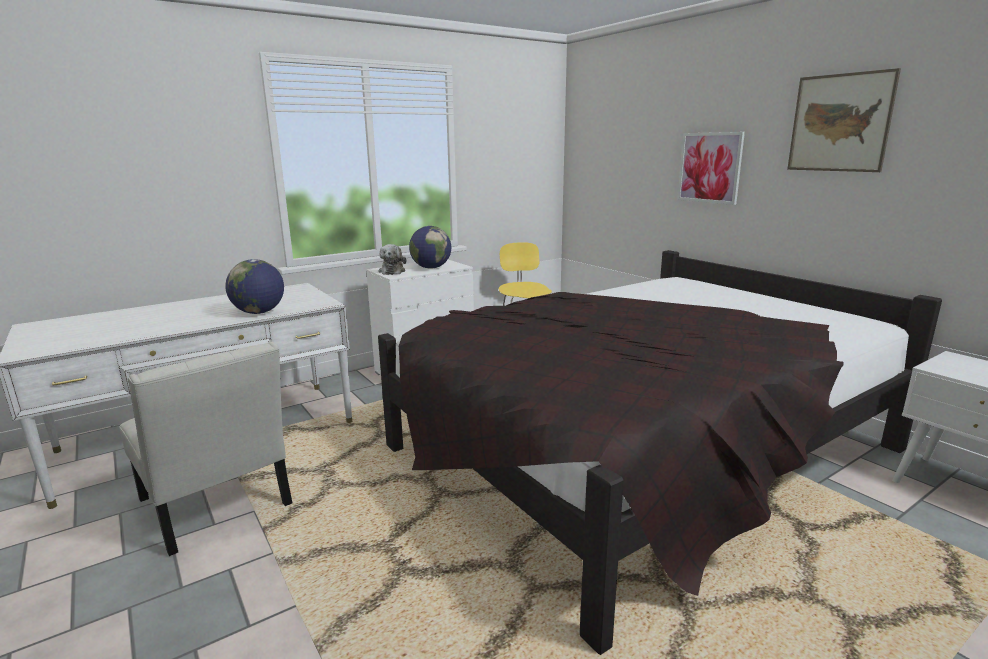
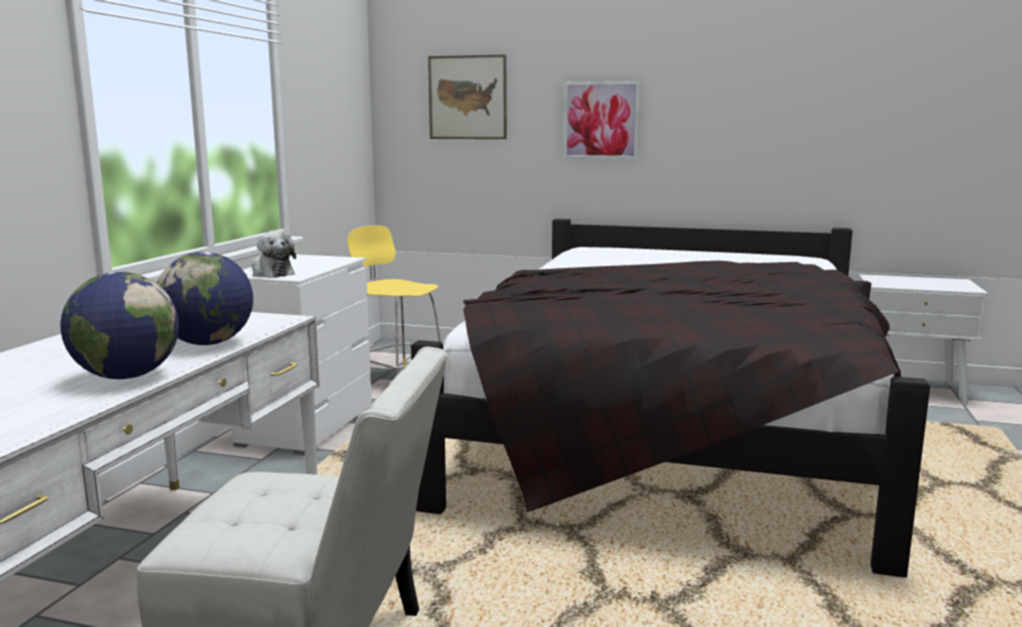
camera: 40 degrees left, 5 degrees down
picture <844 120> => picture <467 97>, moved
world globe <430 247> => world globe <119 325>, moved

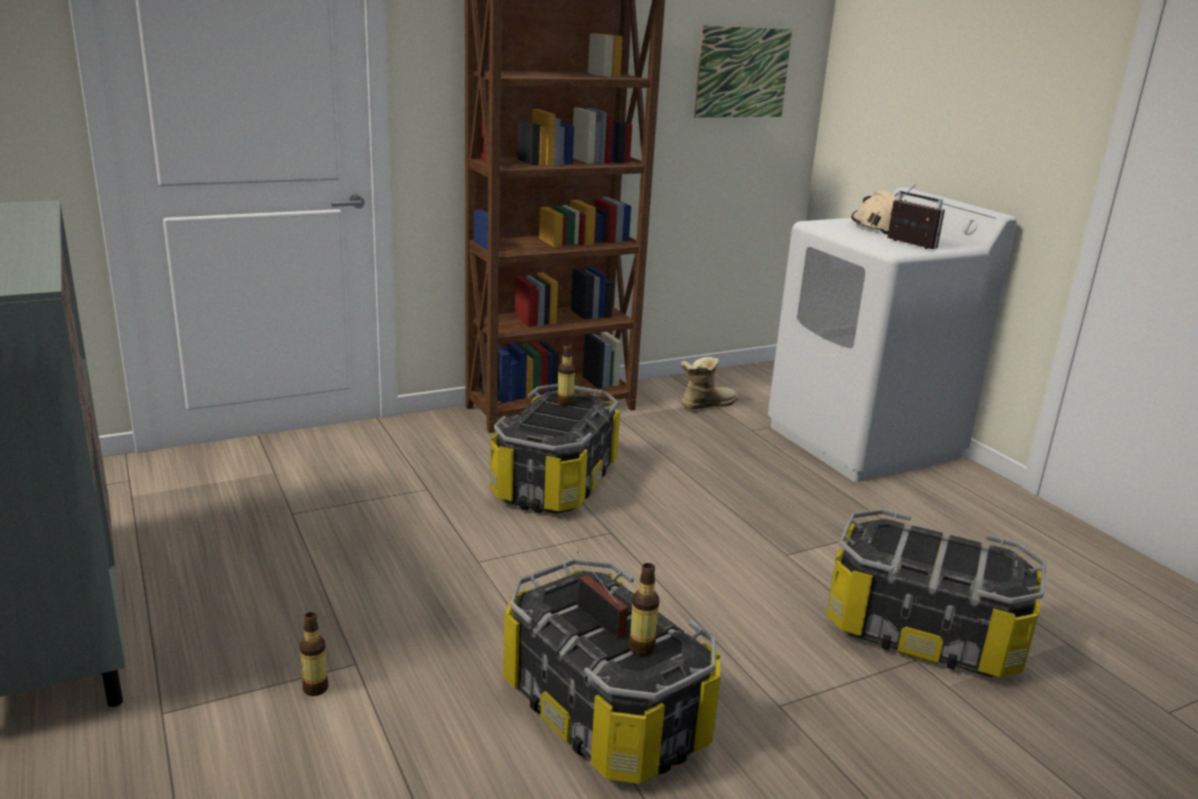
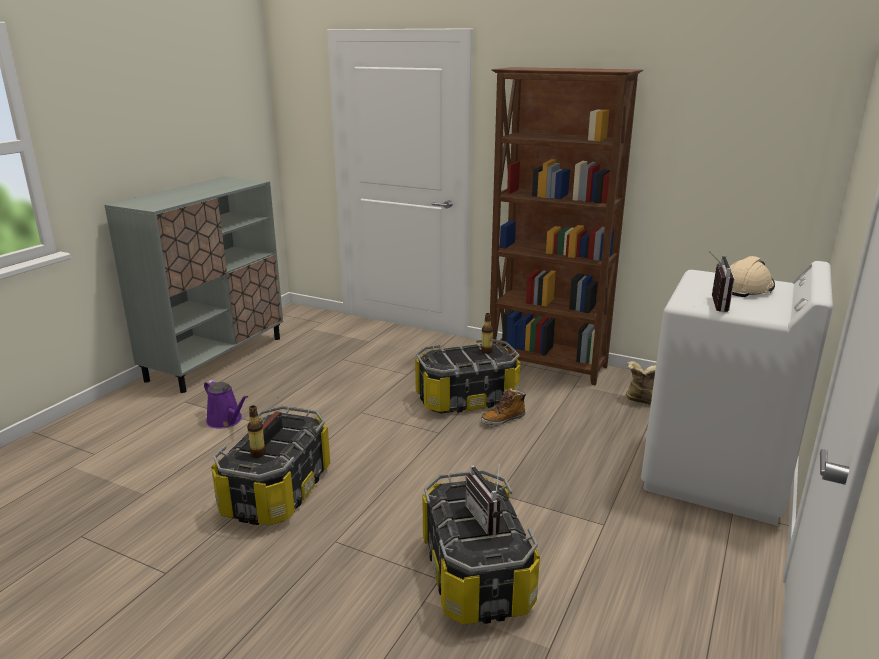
camera: 55 degrees right, 0 degrees up
picture <743 71> => nothing
beverage bottle <314 654> => watering can (purple) <226 404>
nothing => tall boot <503 407>
nothing => radio receiver <483 497>

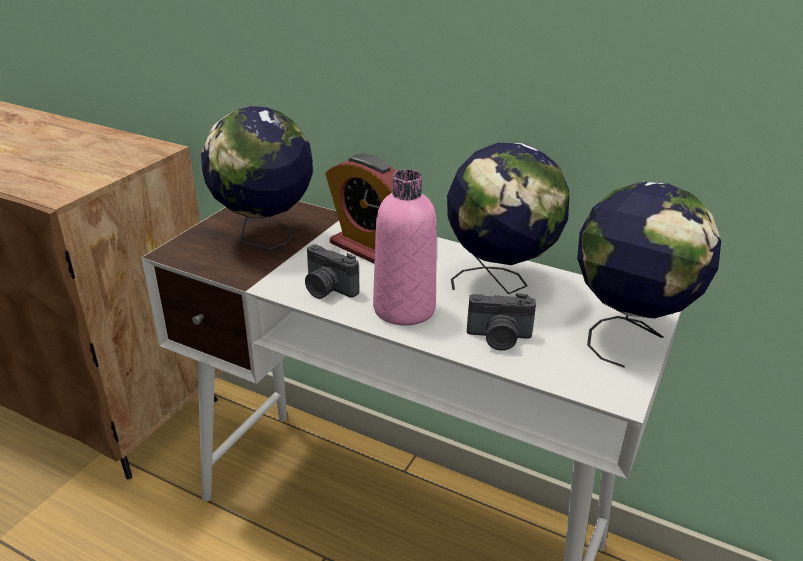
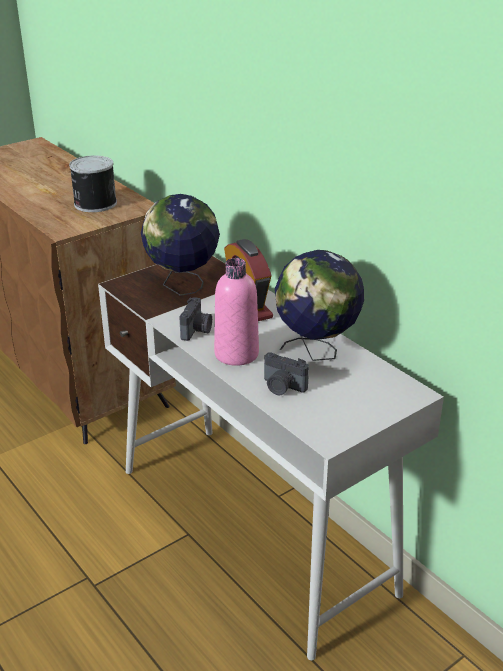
camera: 25 degrees right, 0 degrees up
world globe <649 275> => nothing
still camera <332 271> => still camera <195 319>, 135 degrees counterclockwise
nothing => sealed can <93 183>

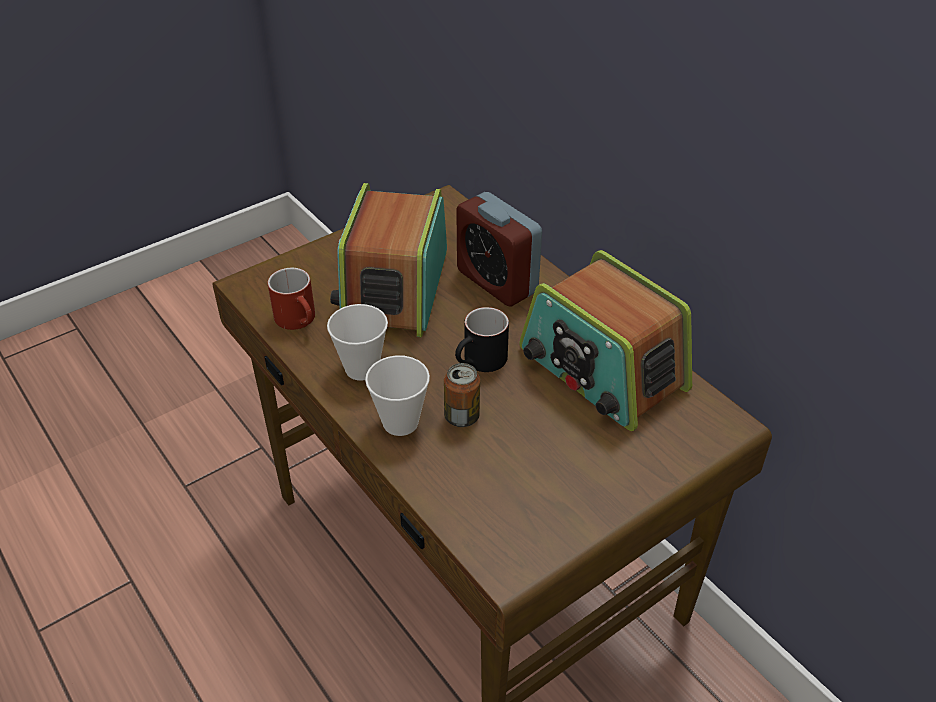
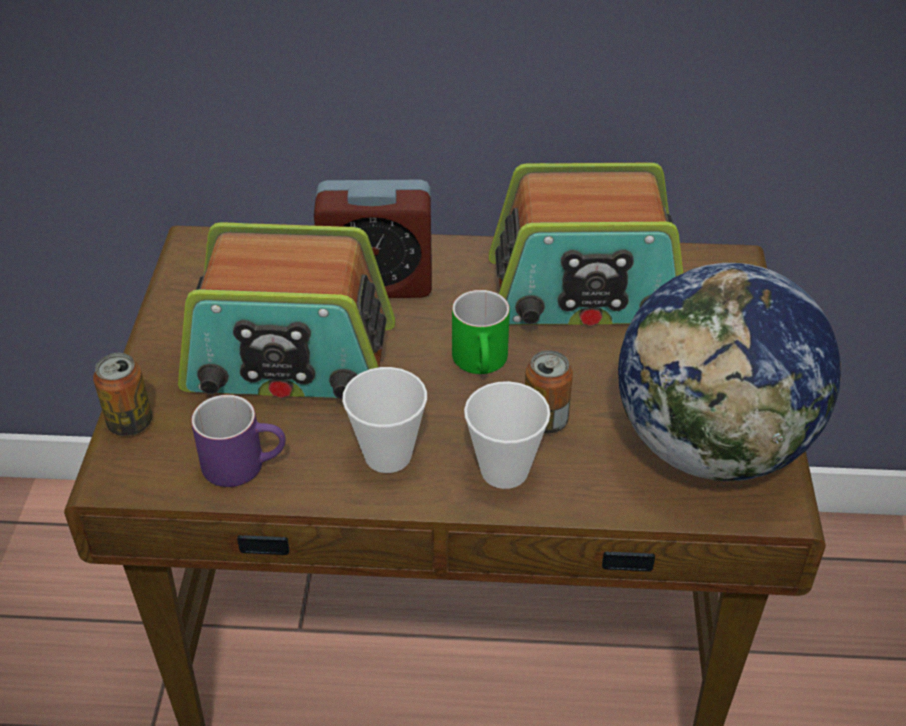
camera: 50 degrees left, 0 degrees up
radio receiver <388 260> => radio receiver <286 310>, 45 degrees counterclockwise
coffee mug (red-coloured) <291 299> => coffee mug (purple) <238 441>
coffee mug (blackish) <482 339> => coffee mug (green-coloured) <481 332>
nothing => world globe <729 372>
nothing => sealed can <122 394>

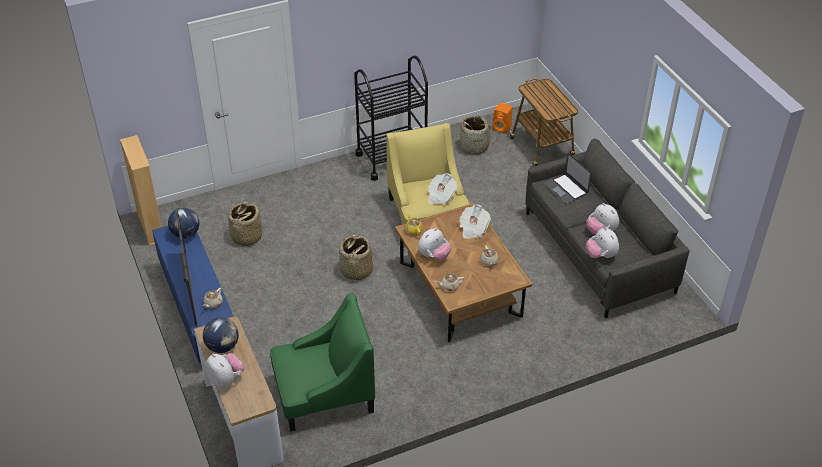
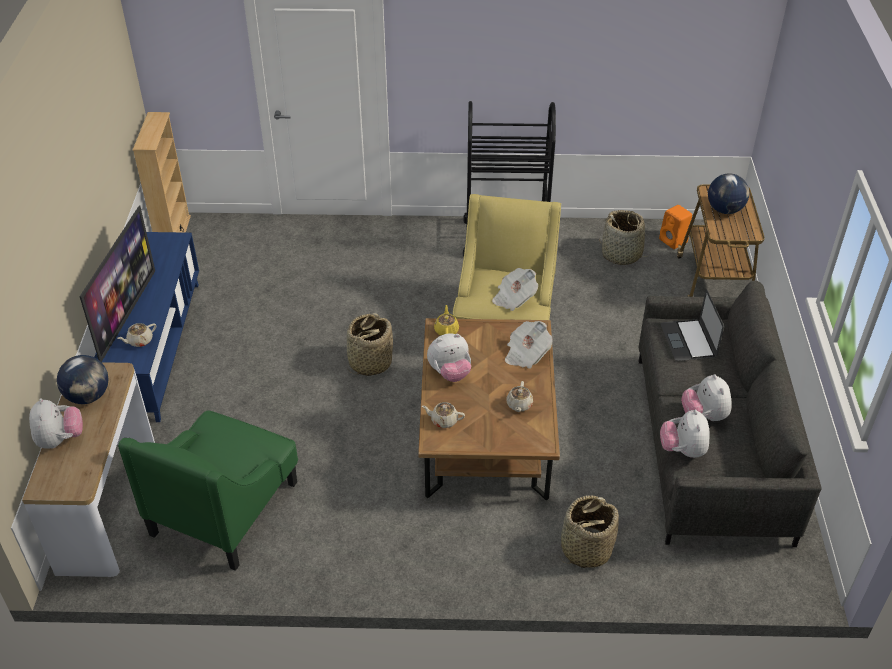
camera: 25 degrees right, 0 degrees up
storage basket <245 224> => storage basket <589 531>, moved
world globe <183 222> => world globe <728 193>, moved
easy chair (green-coloured) <322 362> => easy chair (green-coloured) <208 490>, 105 degrees clockwise

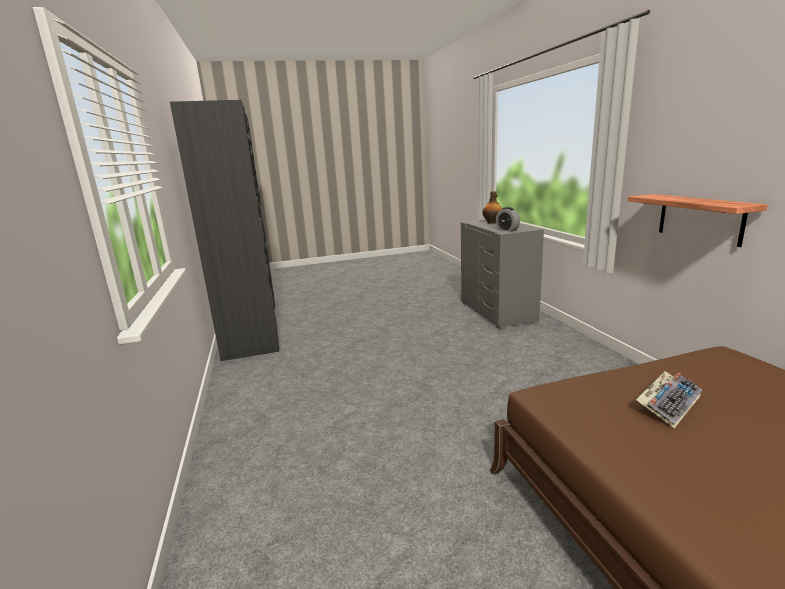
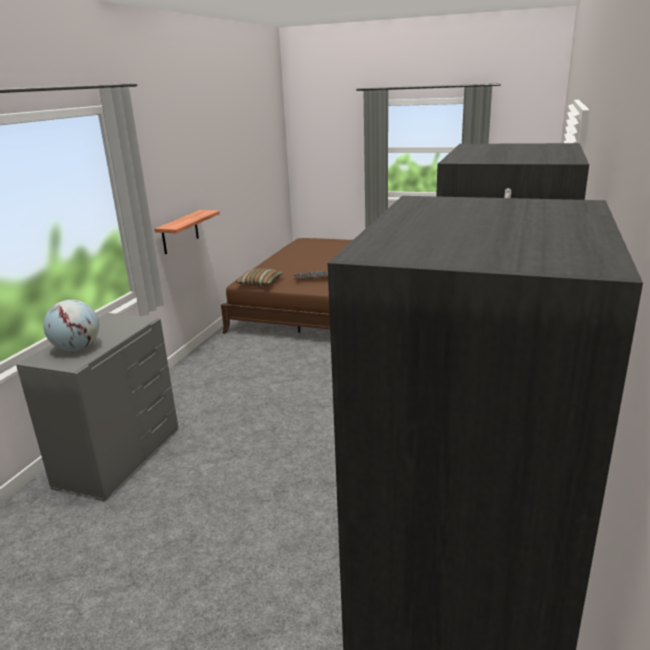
camera: 145 degrees left, 5 degrees up
beverage bottle <492 207> => world globe <71 325>
alarm clock <508 219> => nothing
nothing => pillow <259 277>

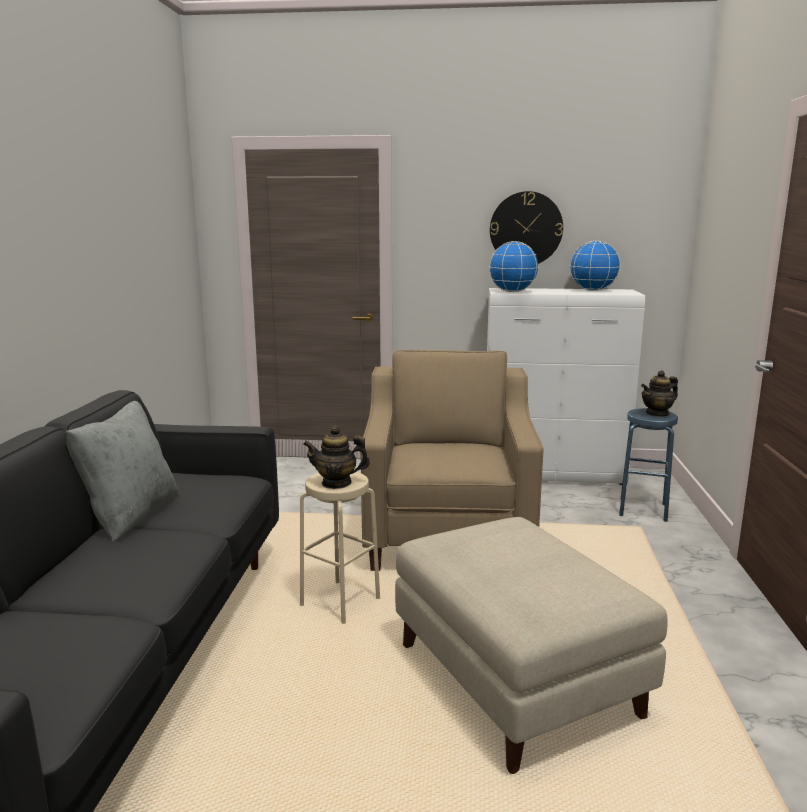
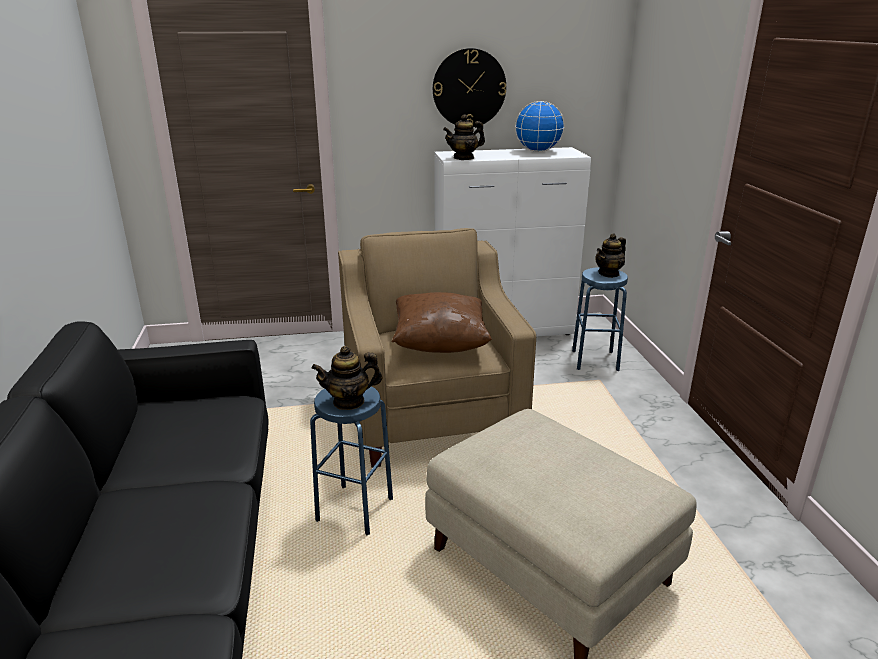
camera: 15 degrees left, 10 degrees up
world globe <514 266> => tea pot <464 137>
pillow (gray) <122 471> => nothing
stool (beige) <340 548> => stool (blue-coloured) <351 460>
nothing => pillow (brownish) <442 322>

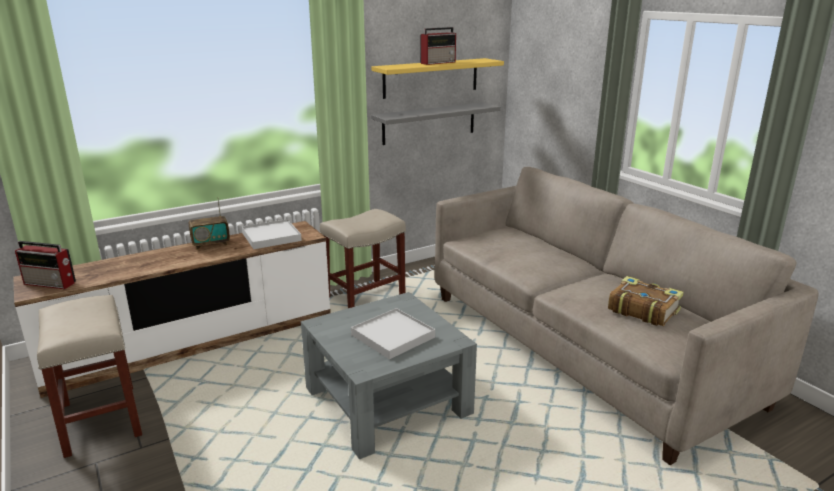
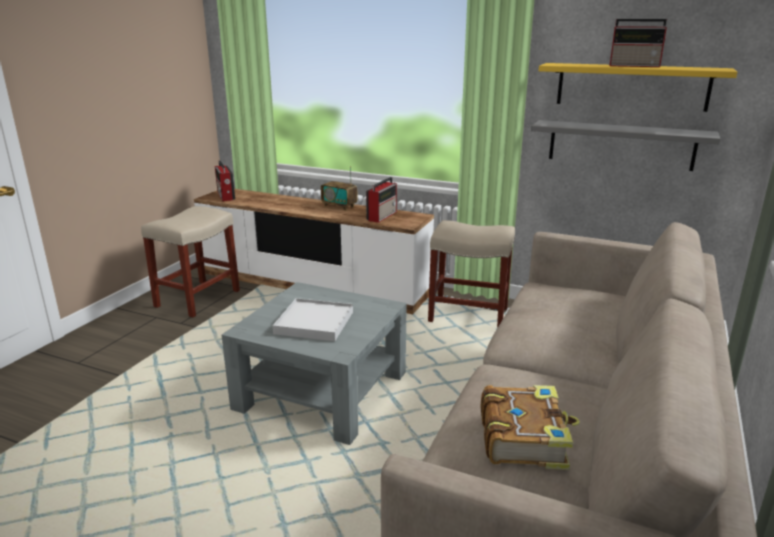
camera: 55 degrees right, 0 degrees up
carrying tray (whitish) <272 234> => radio receiver <381 200>

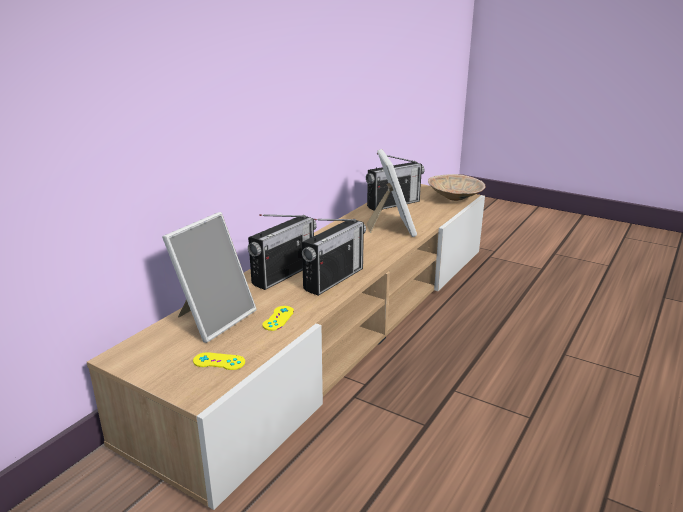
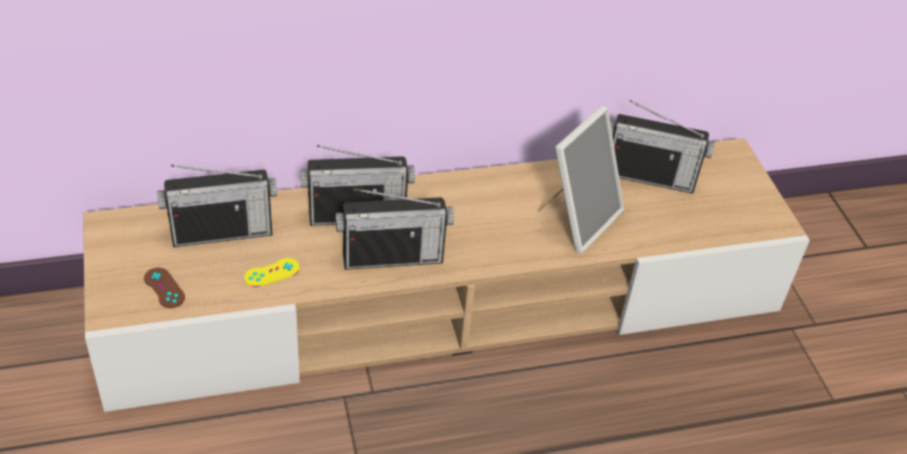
camera: 40 degrees right, 20 degrees up
serving bowl (beige) <457 187> => nothing
picture frame <209 277> => radio receiver <217 206>
joypad (yellowish) <219 361> => joypad (brownish) <164 288>

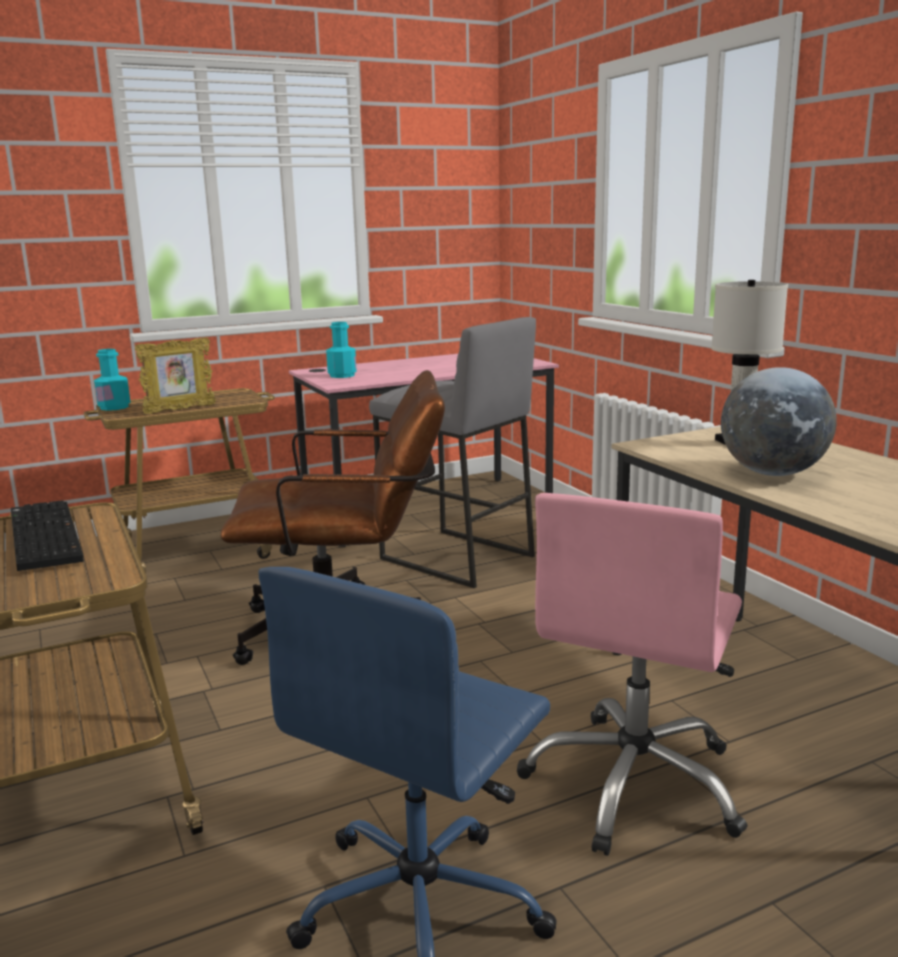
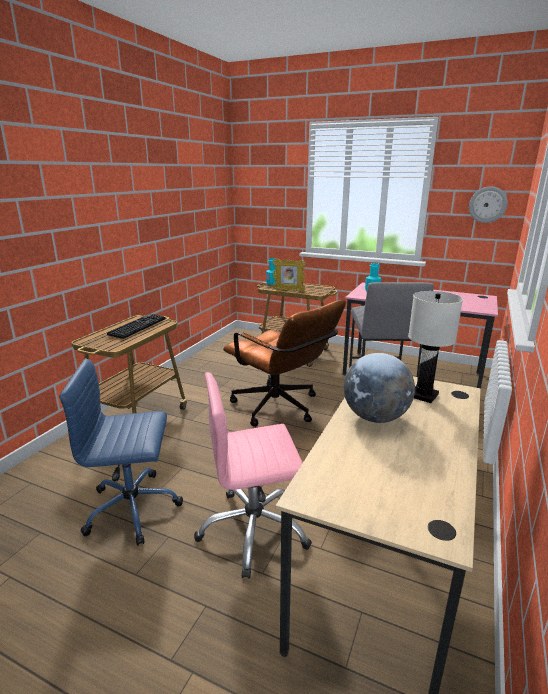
camera: 50 degrees right, 5 degrees up
nothing => wall clock <488 204>

